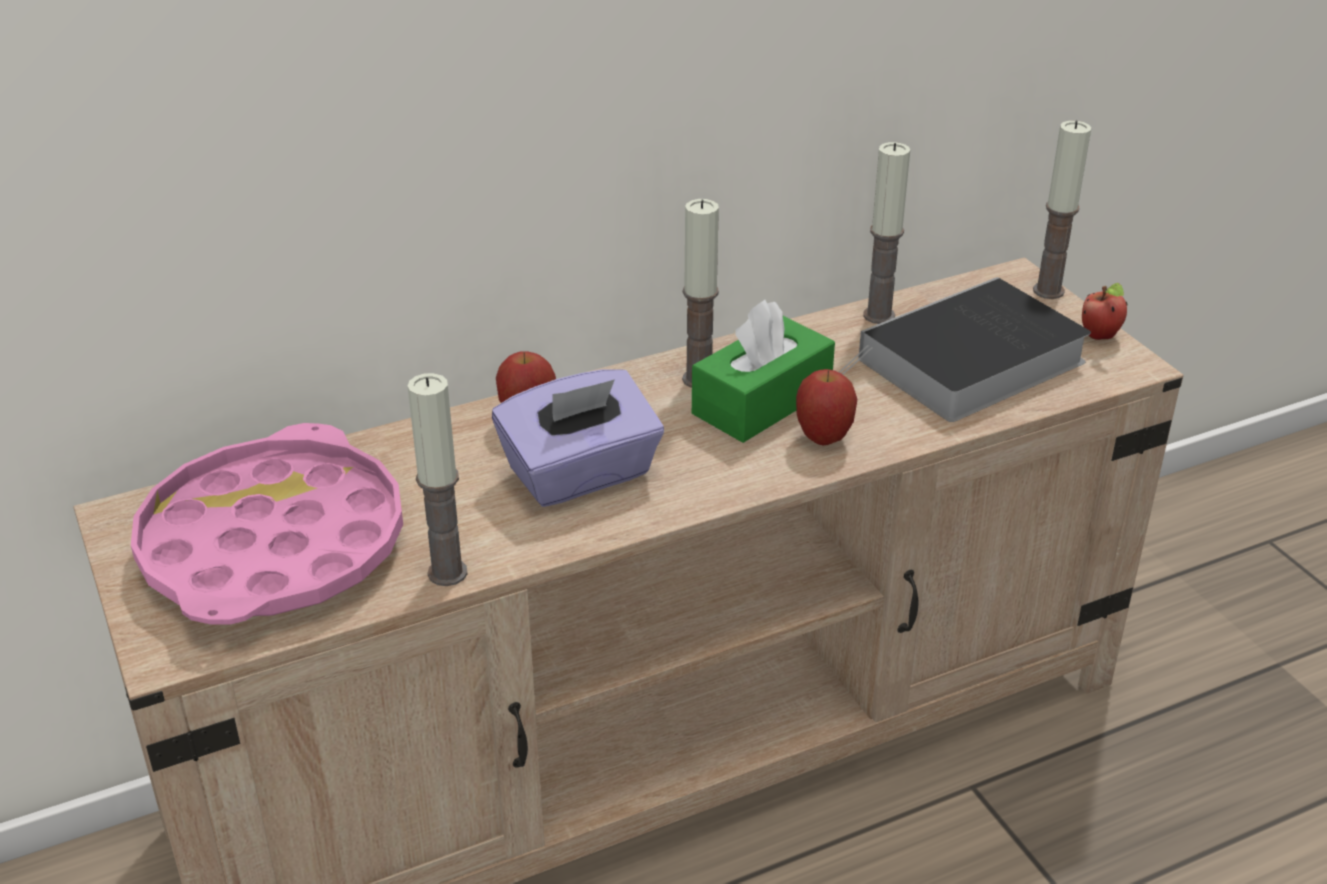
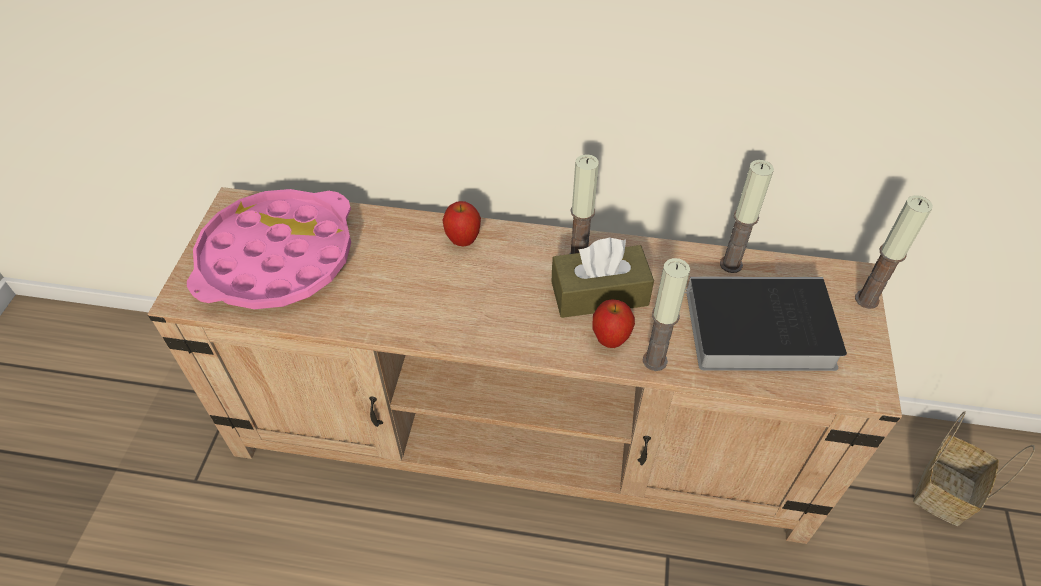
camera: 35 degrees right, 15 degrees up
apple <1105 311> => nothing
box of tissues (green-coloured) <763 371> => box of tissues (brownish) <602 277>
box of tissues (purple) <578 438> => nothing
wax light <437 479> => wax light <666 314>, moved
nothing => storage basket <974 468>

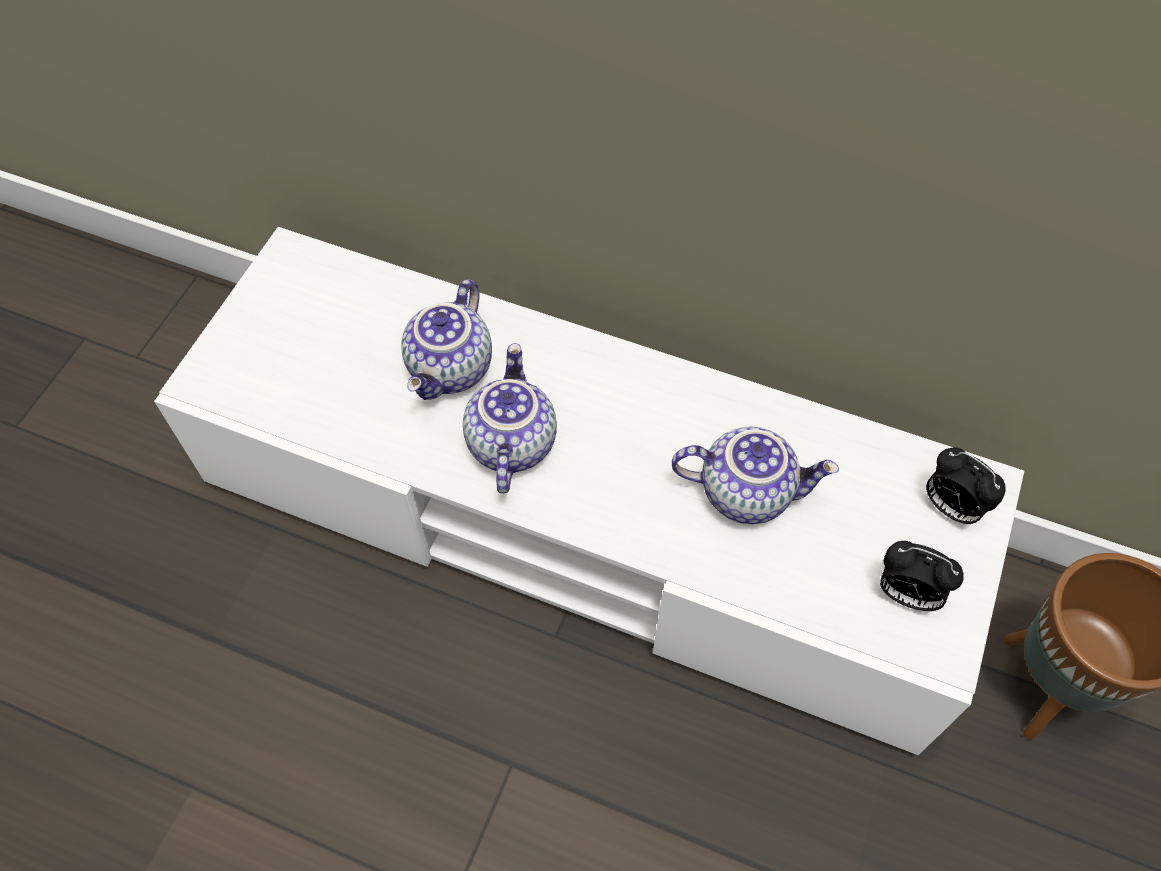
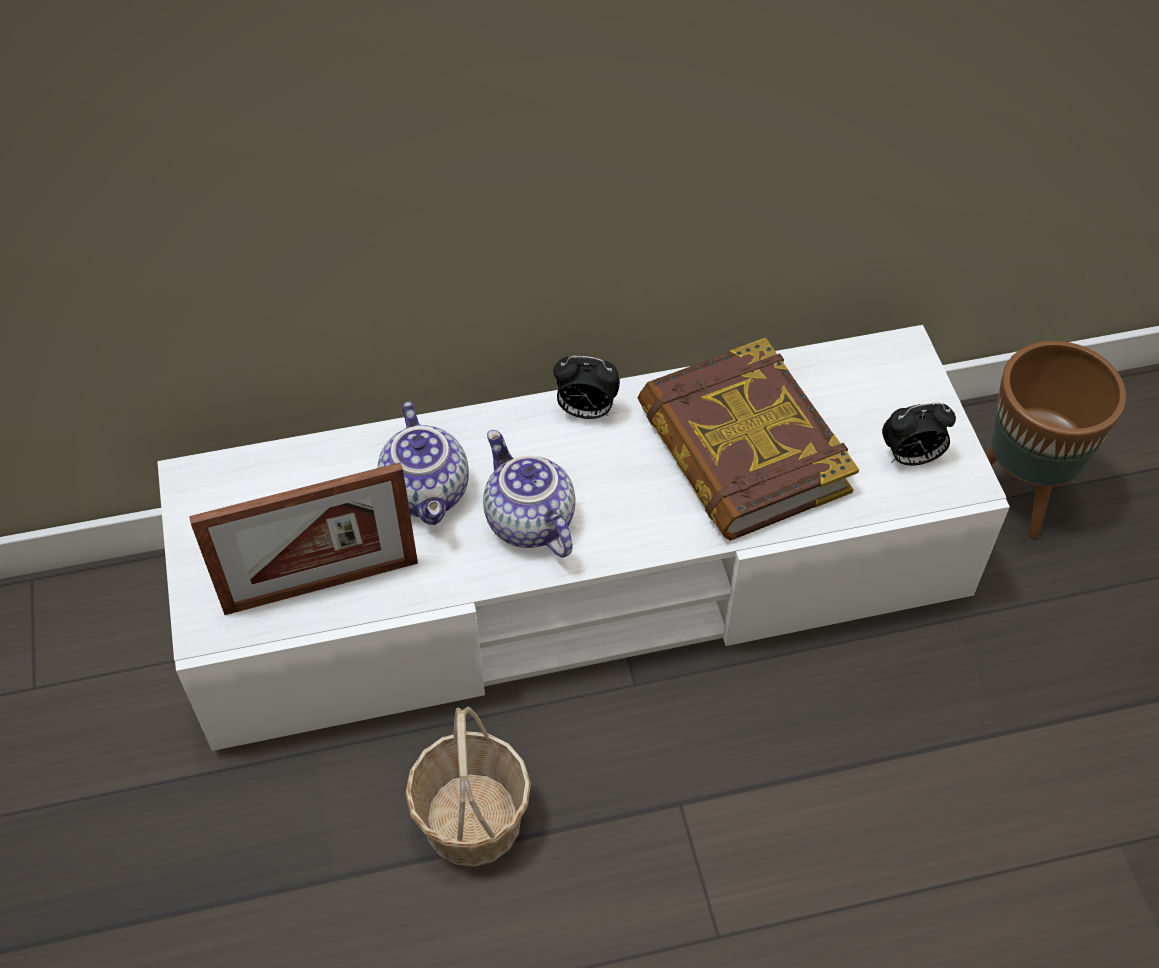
camera: 35 degrees left, 5 degrees down
tea pot <755 475> => volume <748 439>
alarm clock <966 486> => alarm clock <586 387>, moved
nothing => picture frame <303 538>
nothing => storage basket <468 787>

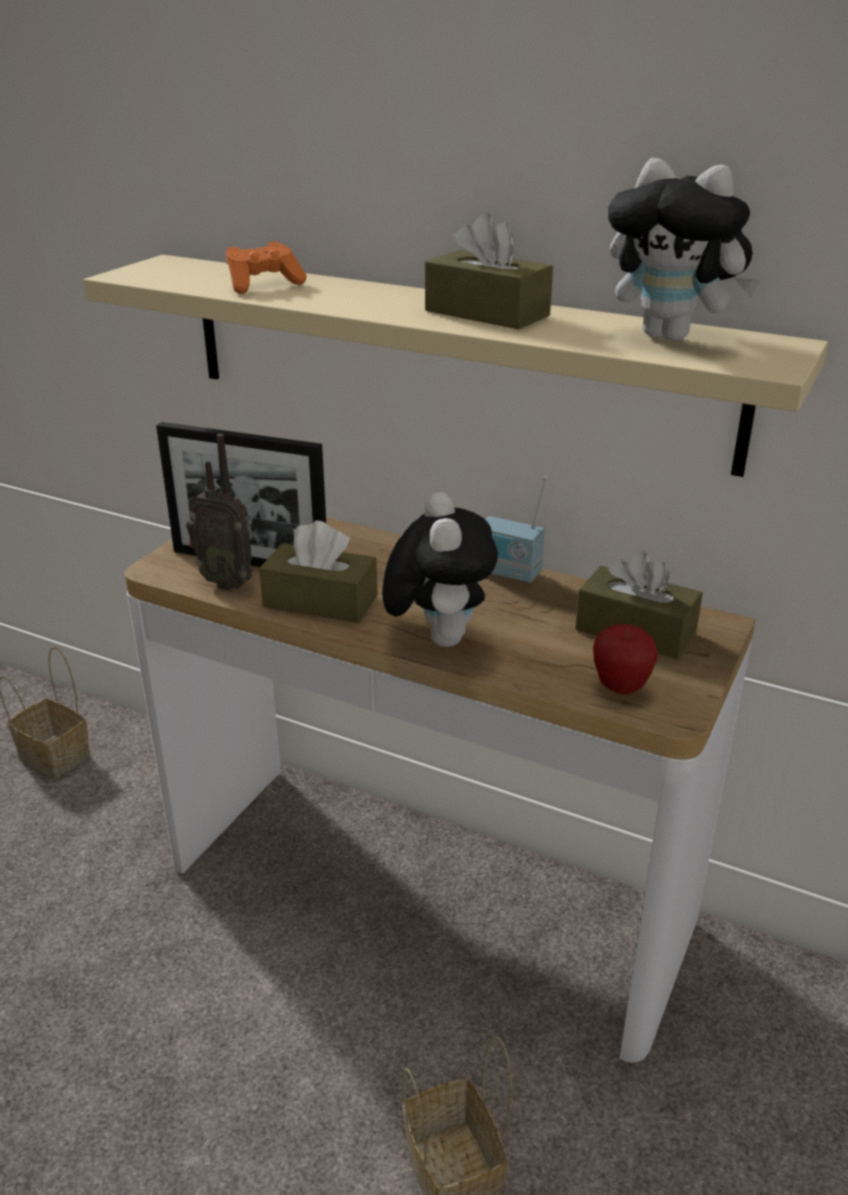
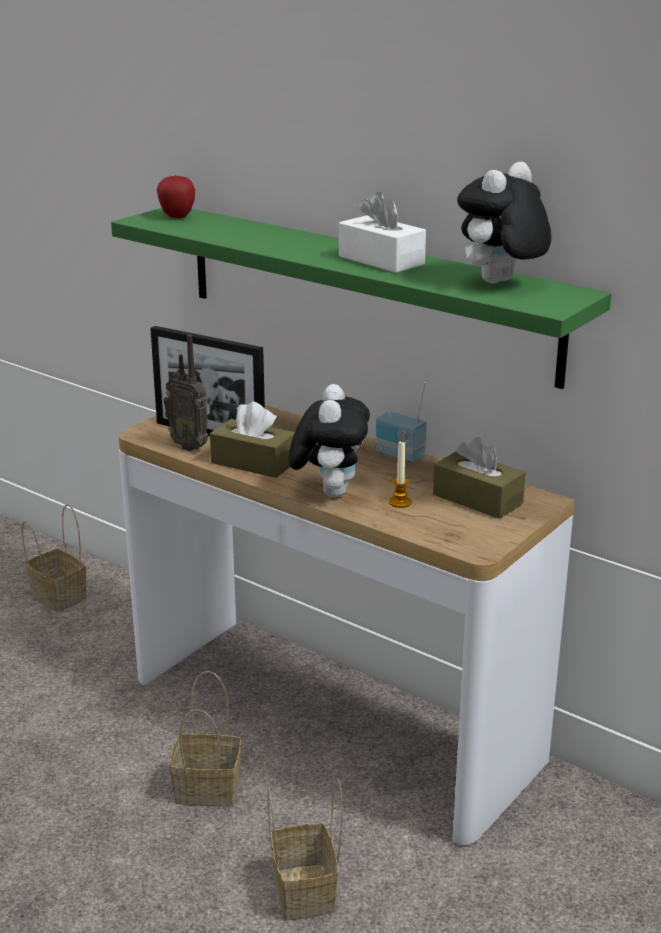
camera: 10 degrees right, 5 degrees down
plush toy <684 249> => plush toy <504 222>, 90 degrees clockwise
box of tissues (brownish) <489 270> => box of tissues (whitish) <382 232>
joypad (orangey) <266 267> => nothing
wall shelf (beige) <456 366> => wall shelf (green-coloured) <361 298>
apple <625 659> => apple <176 196>, moved
nothing => wax light <400 474>
nothing => storage basket <205 739>

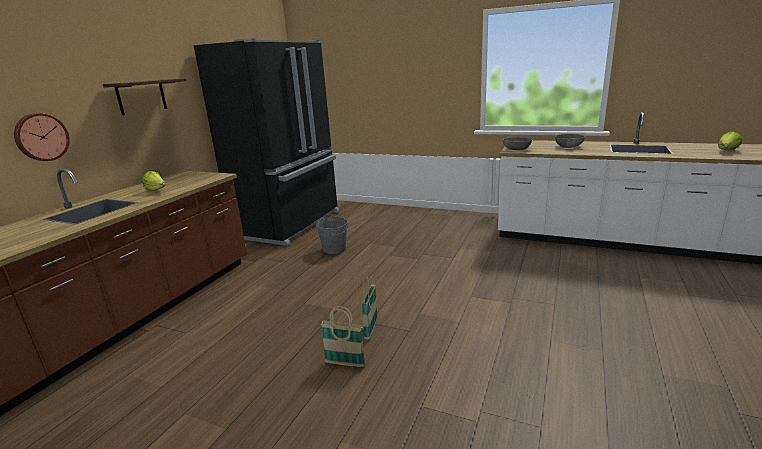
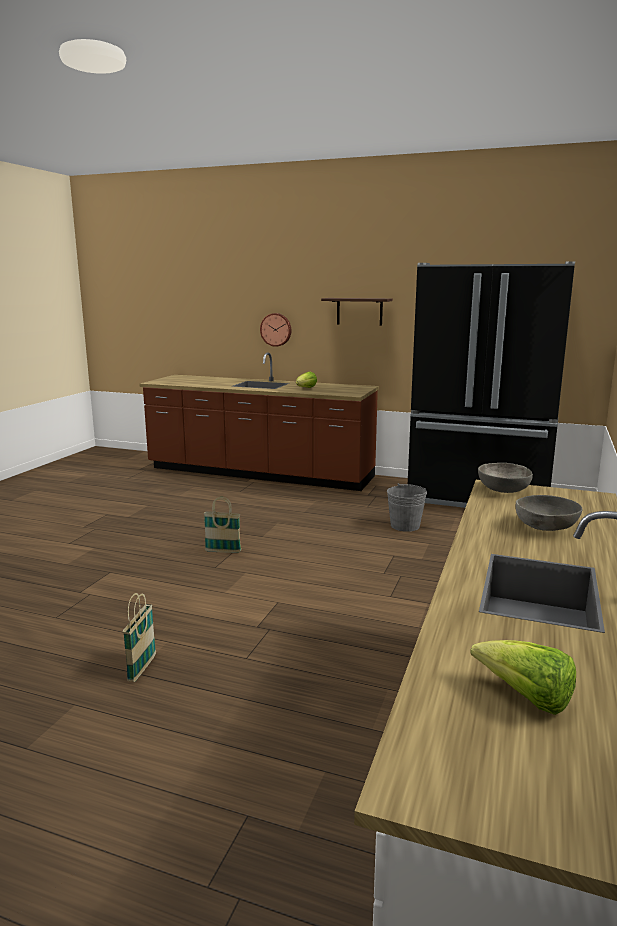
camera: 85 degrees right, 5 degrees down
storage basket <343 336> => storage basket <139 637>, moved

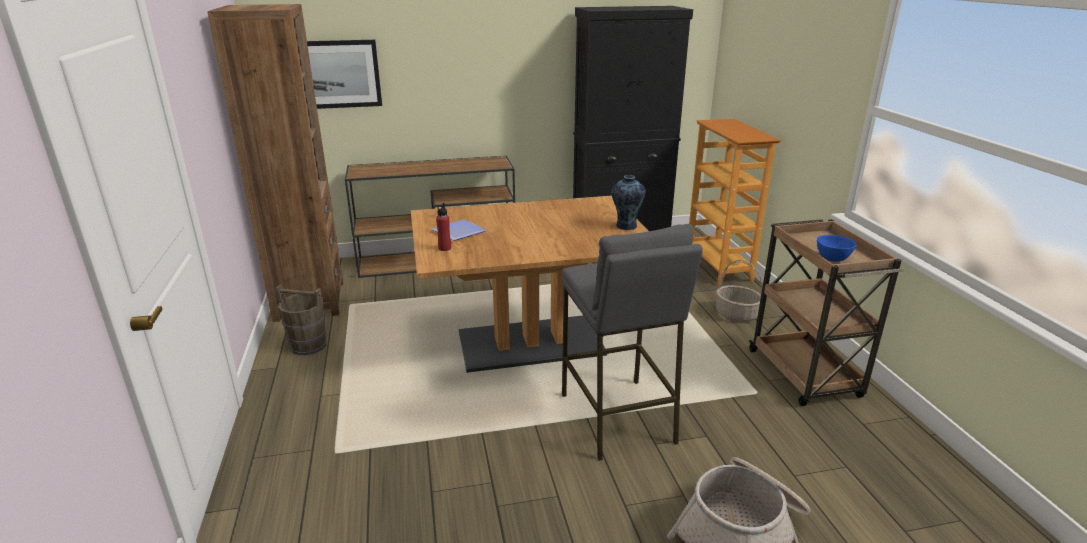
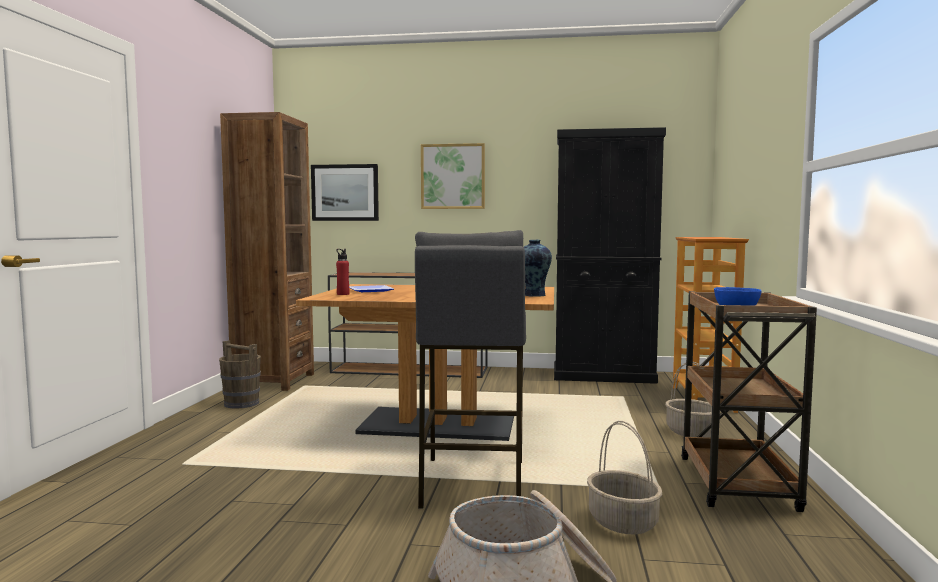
camera: 20 degrees right, 20 degrees down
nothing => picture <453 176>
nothing => storage basket <624 477>

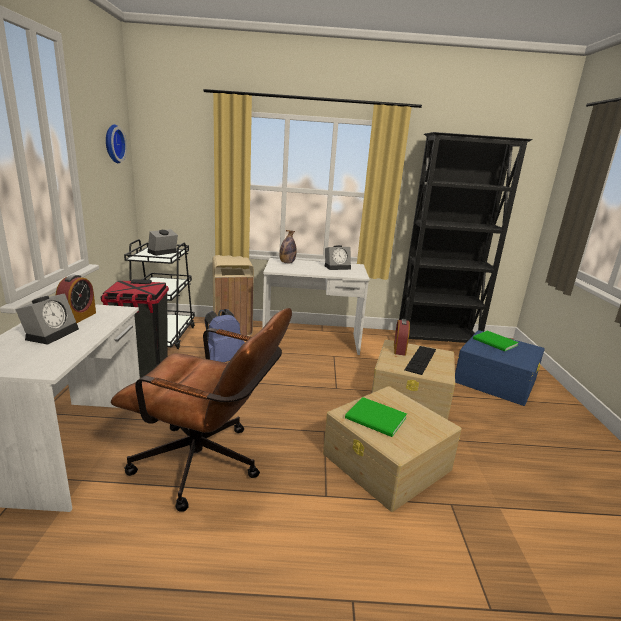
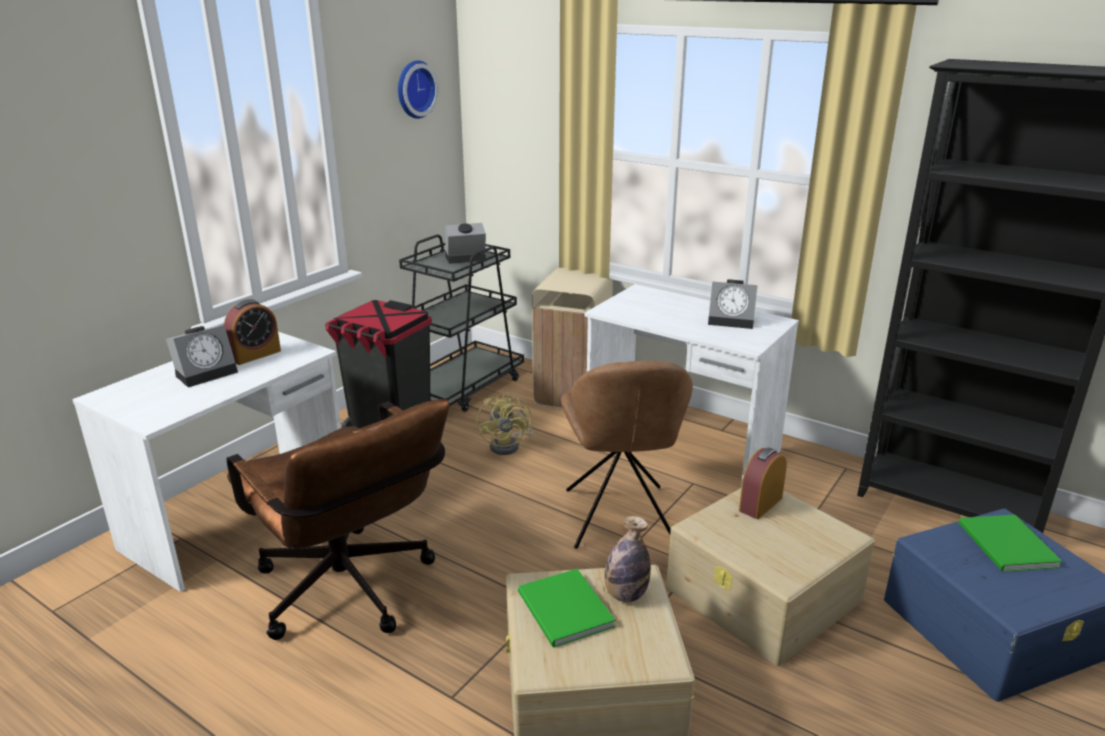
camera: 35 degrees right, 5 degrees up
beverage bottle <288 246> => beverage bottle <628 559>, moved
rucksack (blue-coloured) <224 335> => fan (yellowish) <504 423>
PC keyboard <420 360> => nothing
nothing => plain chair (brownish) <627 455>

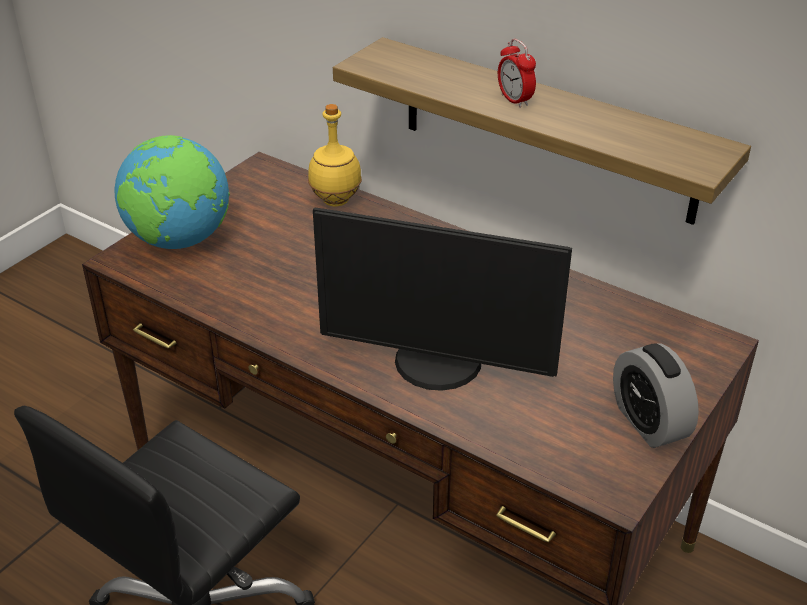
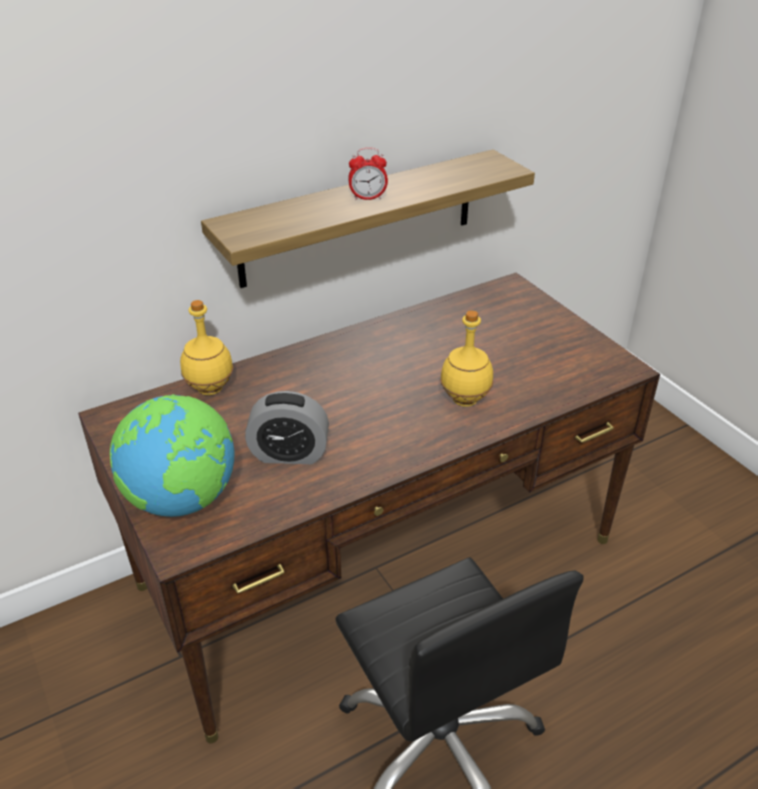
camera: 65 degrees left, 0 degrees up
monitor <442 299> => beverage bottle (yellowish) <466 358>
alarm clock <656 395> => alarm clock <287 427>, moved

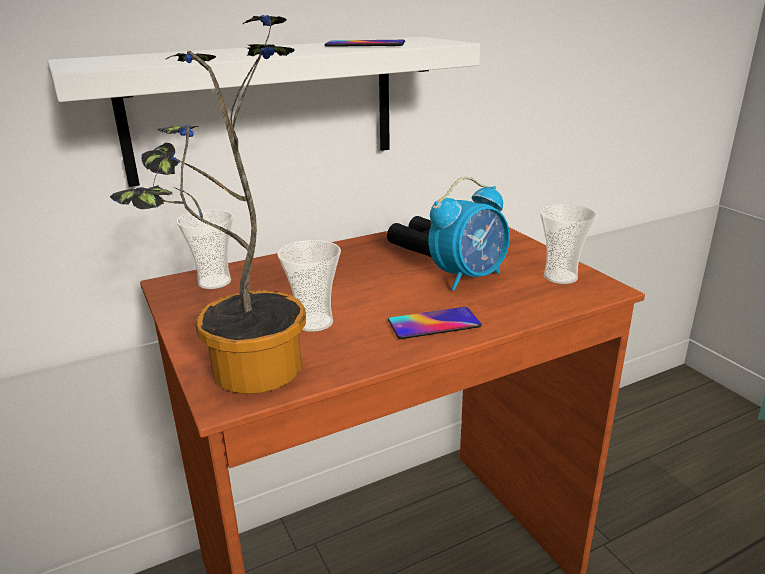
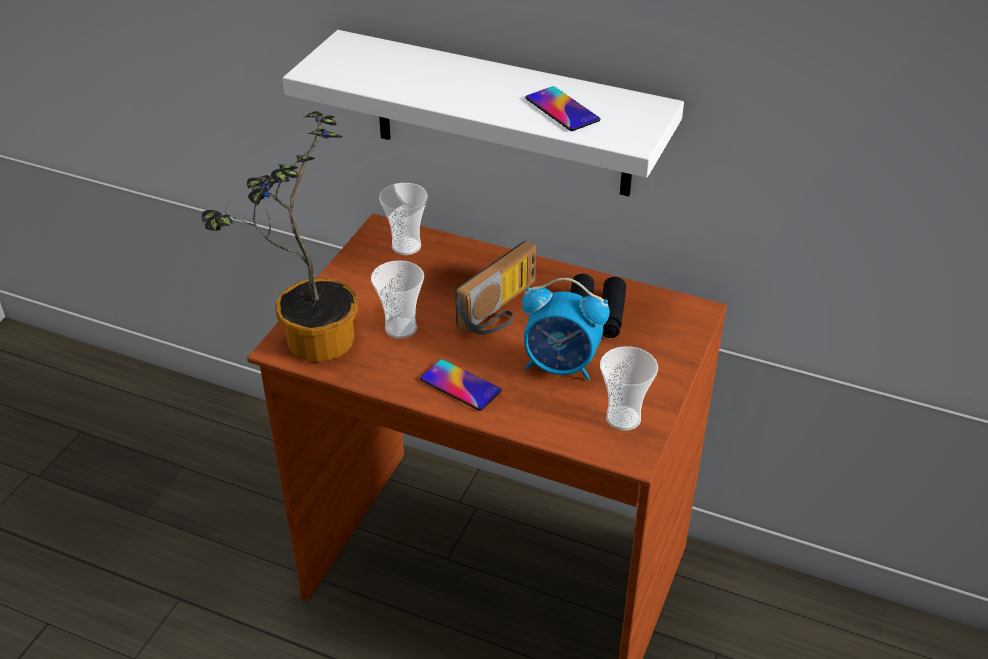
camera: 50 degrees right, 15 degrees up
nothing => radio receiver <495 287>

